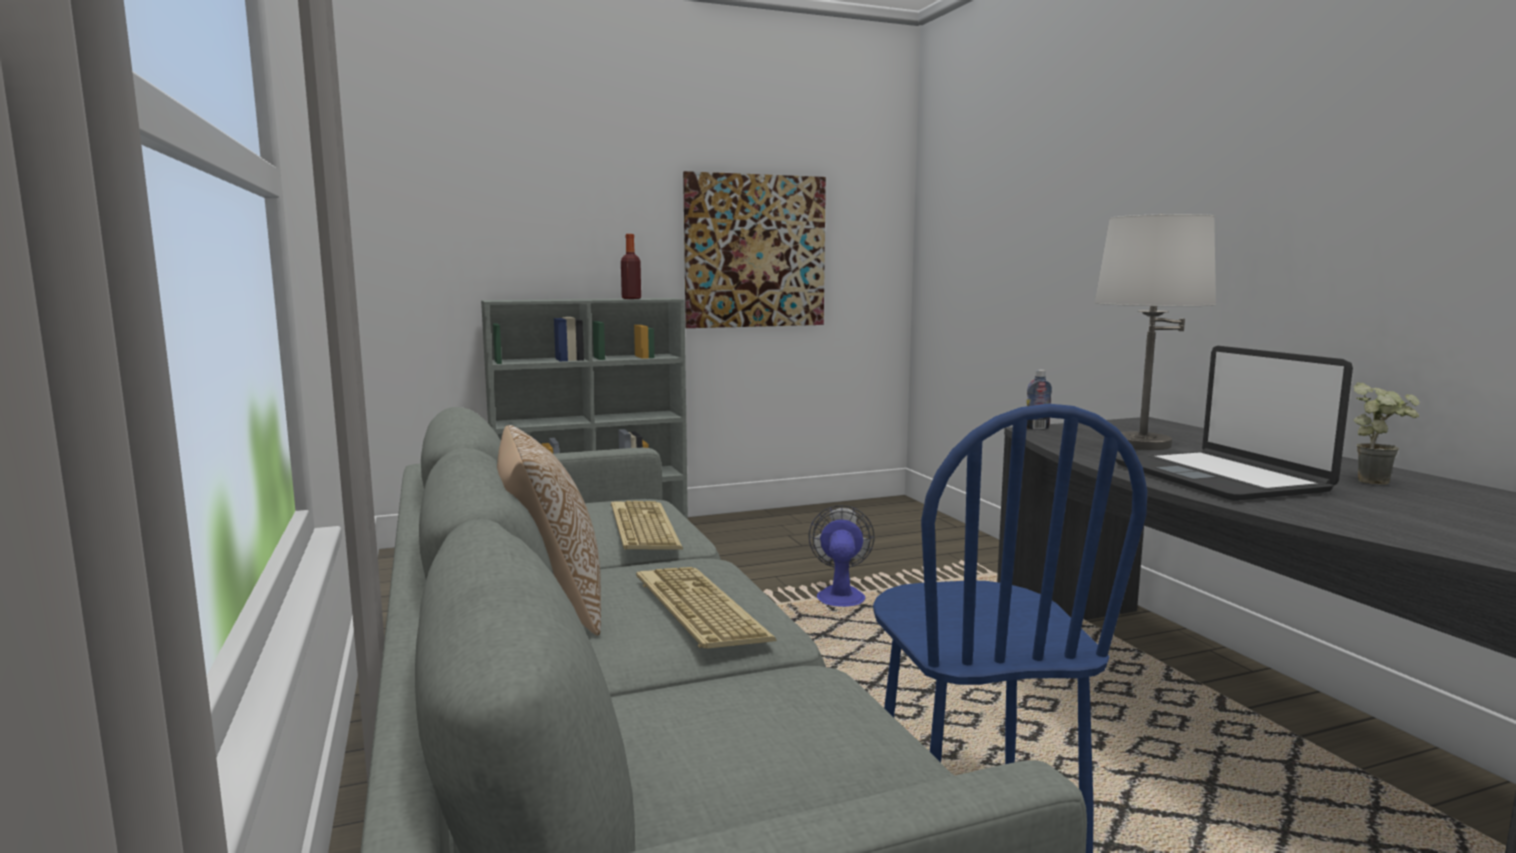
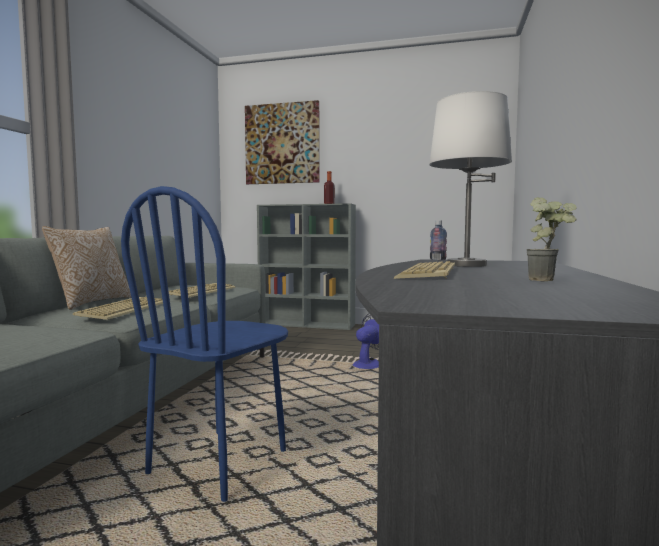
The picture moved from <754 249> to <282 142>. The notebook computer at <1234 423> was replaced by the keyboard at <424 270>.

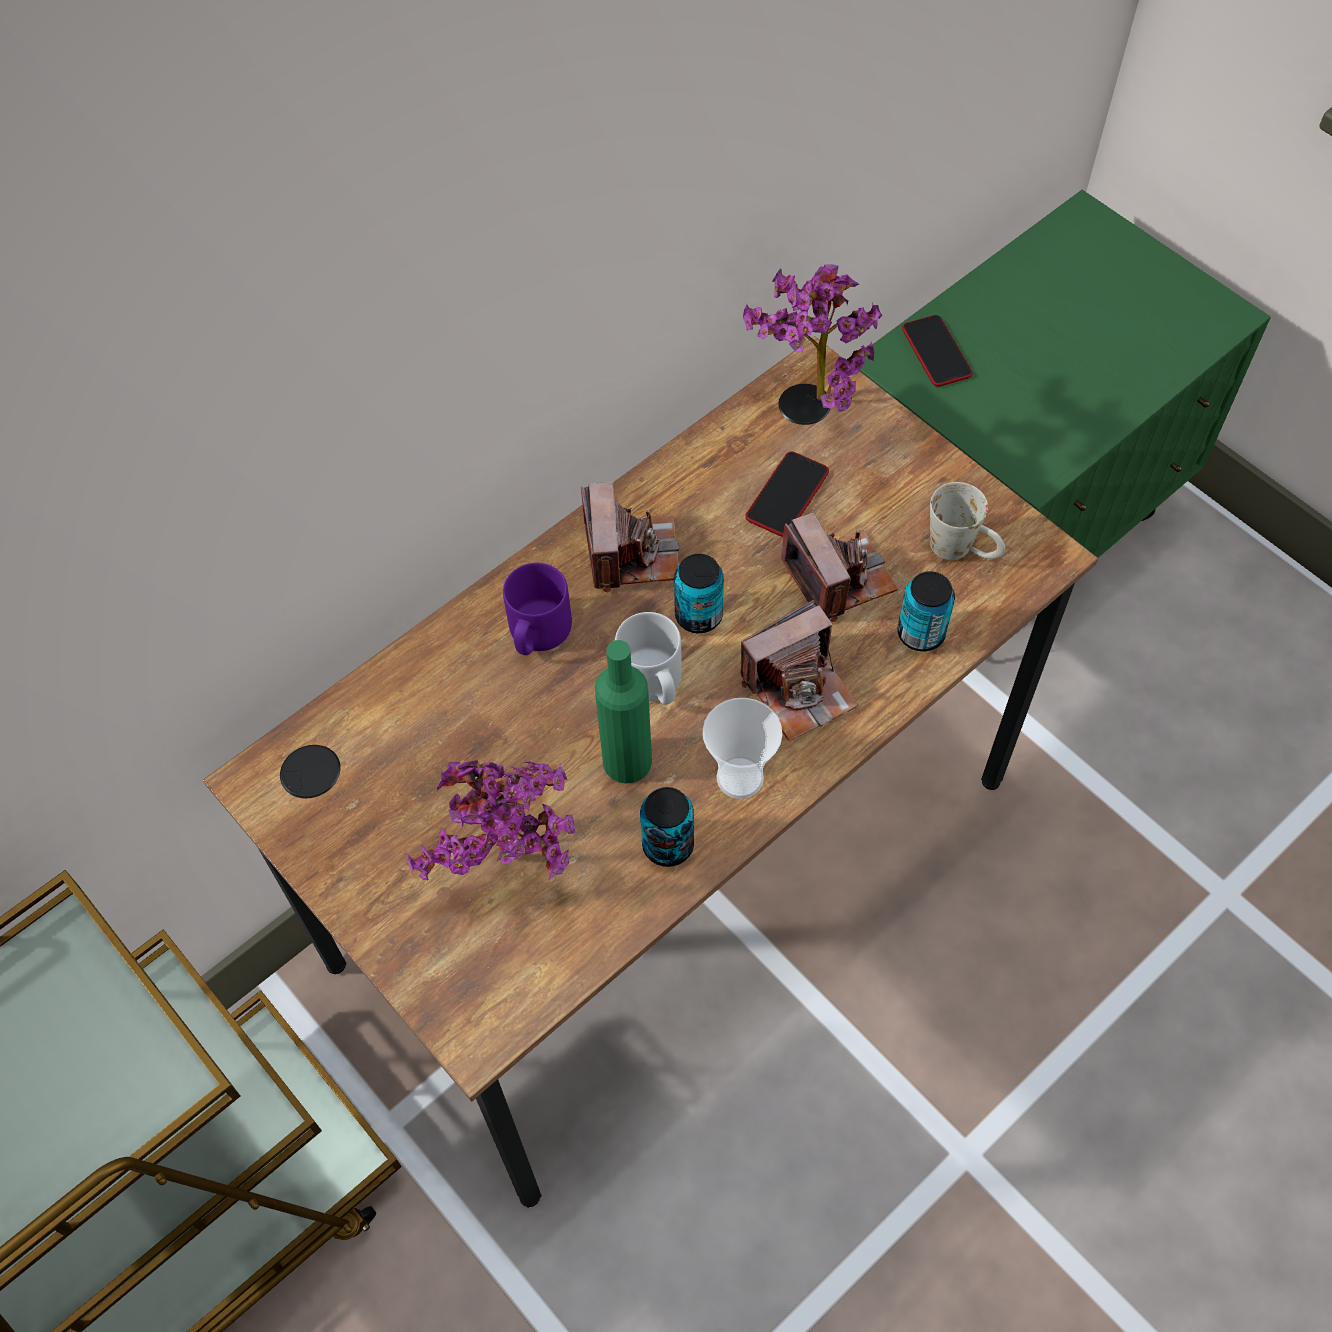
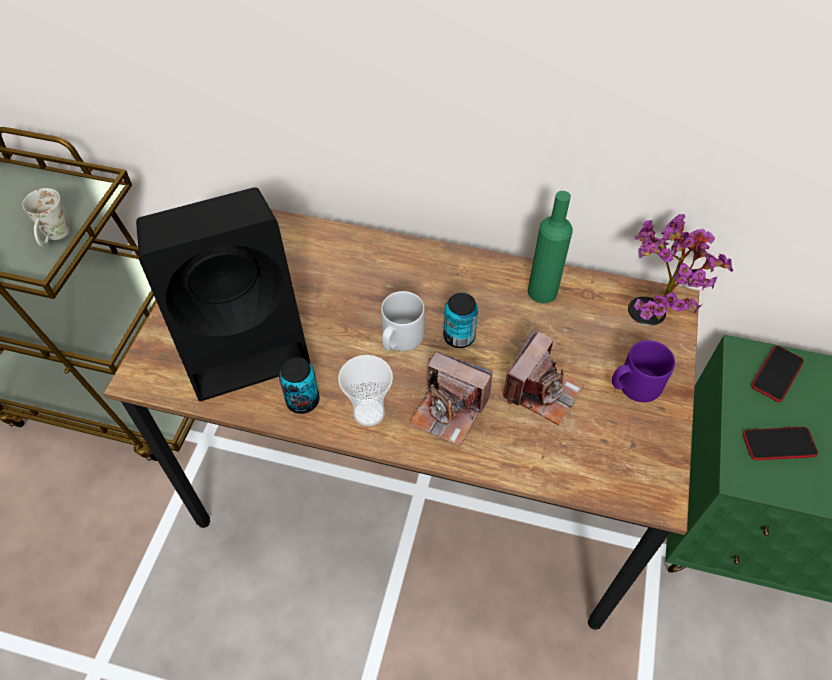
The mug (white) moved from <967 521> to <46 217>. The plant in a pot at <490 820> was replaced by the speaker (blackish) at <223 294>. The bottle (green-coloured) moved from <623 712> to <550 247>. The mug (purple-coloured) moved from <537 609> to <643 371>. The handset moved from <787 494> to <780 443>. The still camera at <630 537> disappeared. The can at <926 611> disappeared.

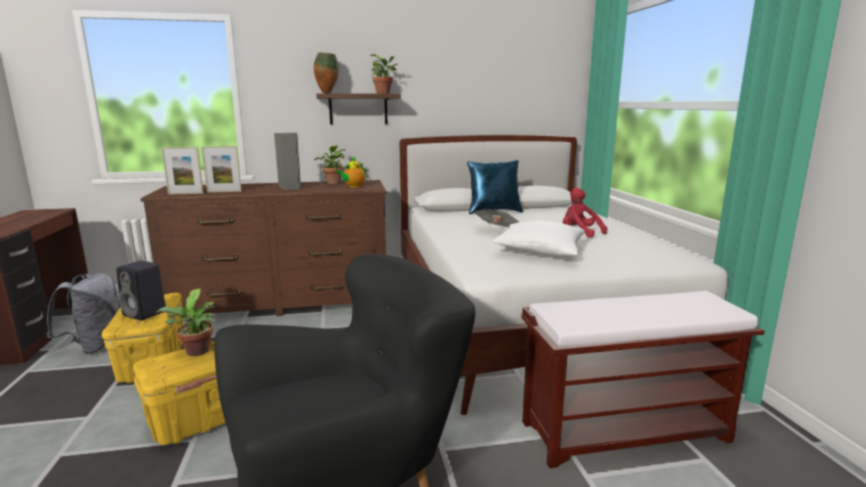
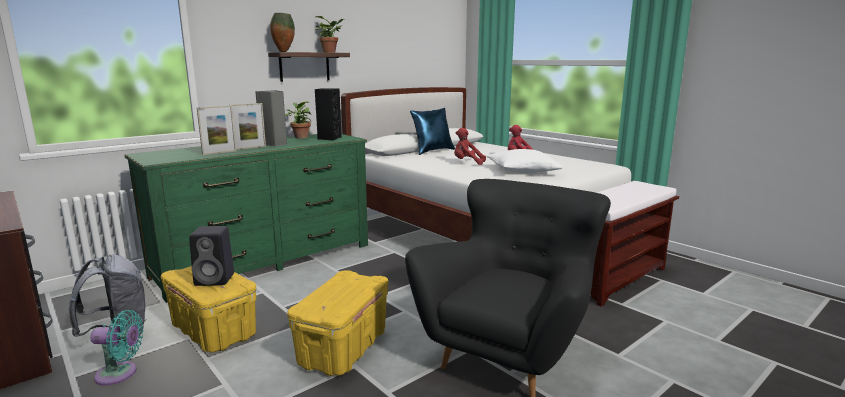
The cooling fan (turquoise-coloured) at <117 348> appeared. The dresser (brown) at <263 248> became the dresser (green-coloured) at <246 218>. The picture frame moved from <182 171> to <248 126>. The pot for tea at <350 172> was replaced by the speaker (blackish) at <328 114>. The daily paper at <496 218> was replaced by the cuddly toy (red) at <470 146>. The plant in a pot at <186 322> disappeared.

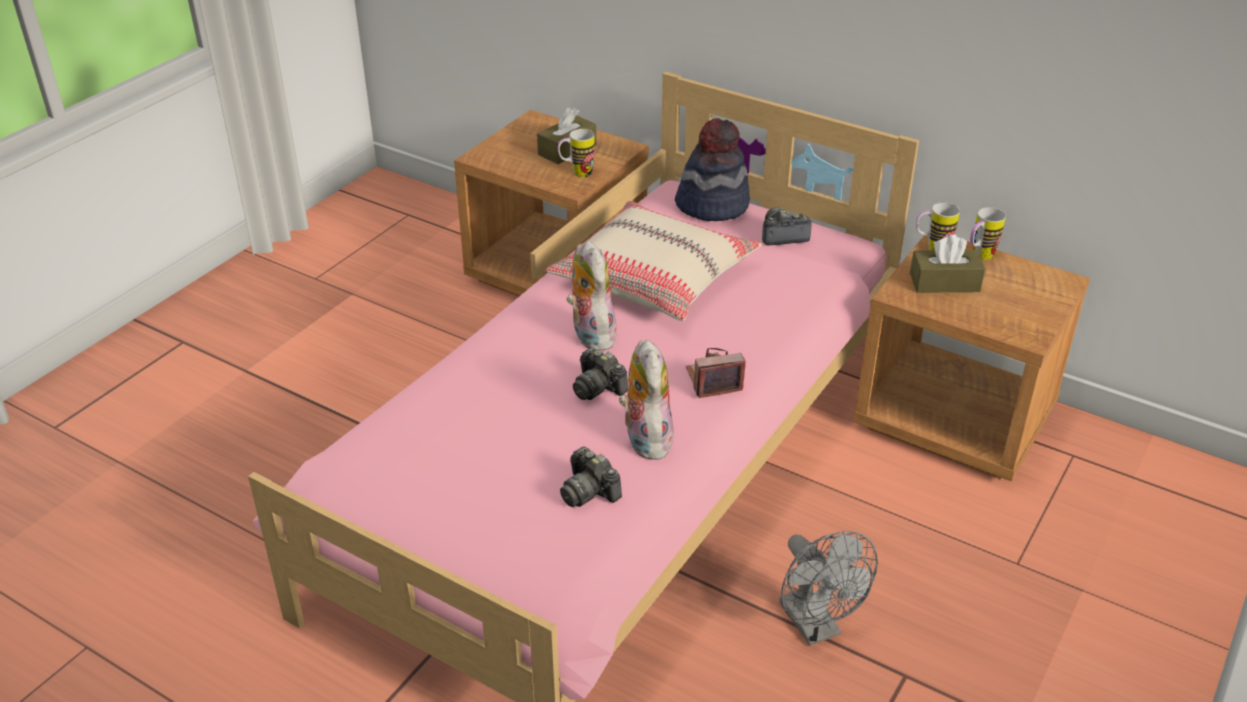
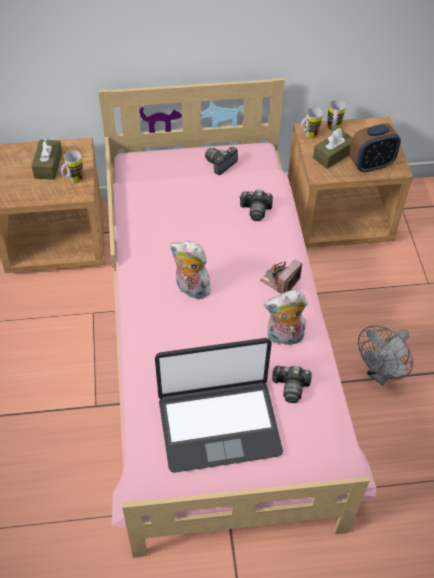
The notebook computer at <219 405> appeared. The still camera moved from <600 373> to <256 205>. The cuddly toy at <647 400> turned 45 degrees counterclockwise. The bedside clock at <375 148> appeared. The cooling fan (greyish) at <828 588> turned 105 degrees clockwise. The cushion (beige) at <654 261> disappeared. The wearable hat at <712 169> disappeared.

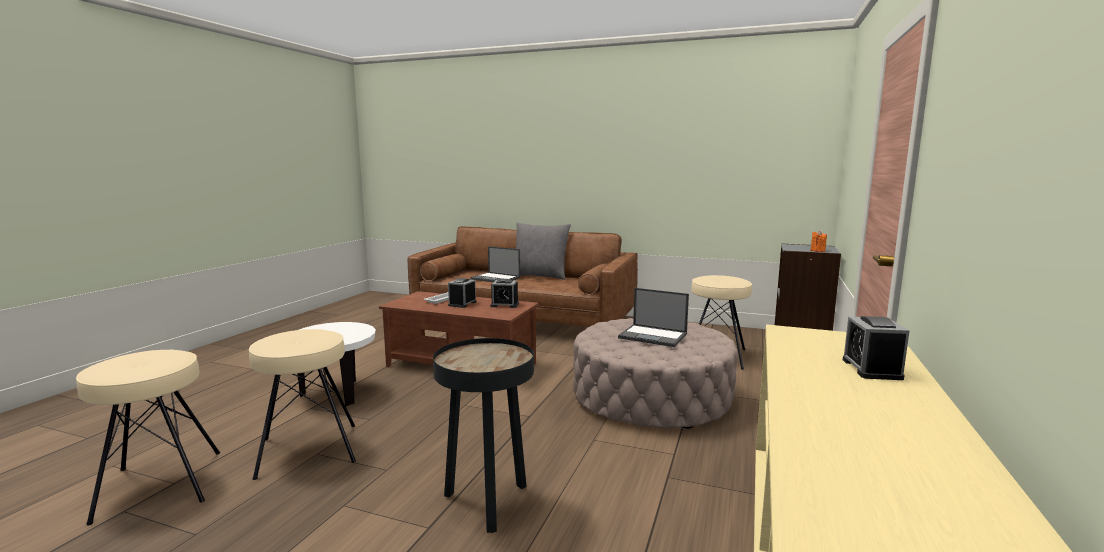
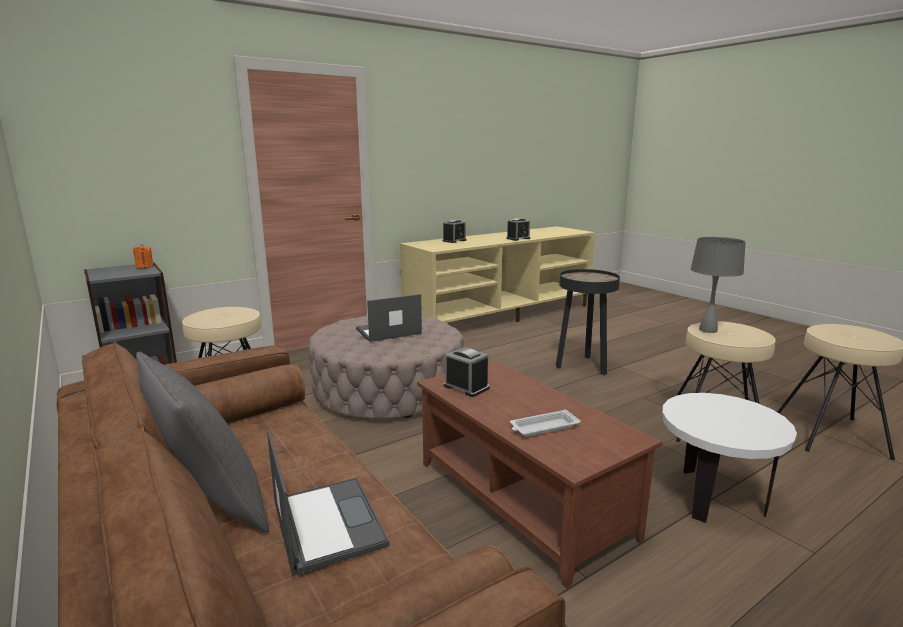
The notebook computer at <653 317> turned 90 degrees counterclockwise. The bedside clock moved from <462 293> to <518 229>. The lamp for a table (greyish) at <718 285> appeared.

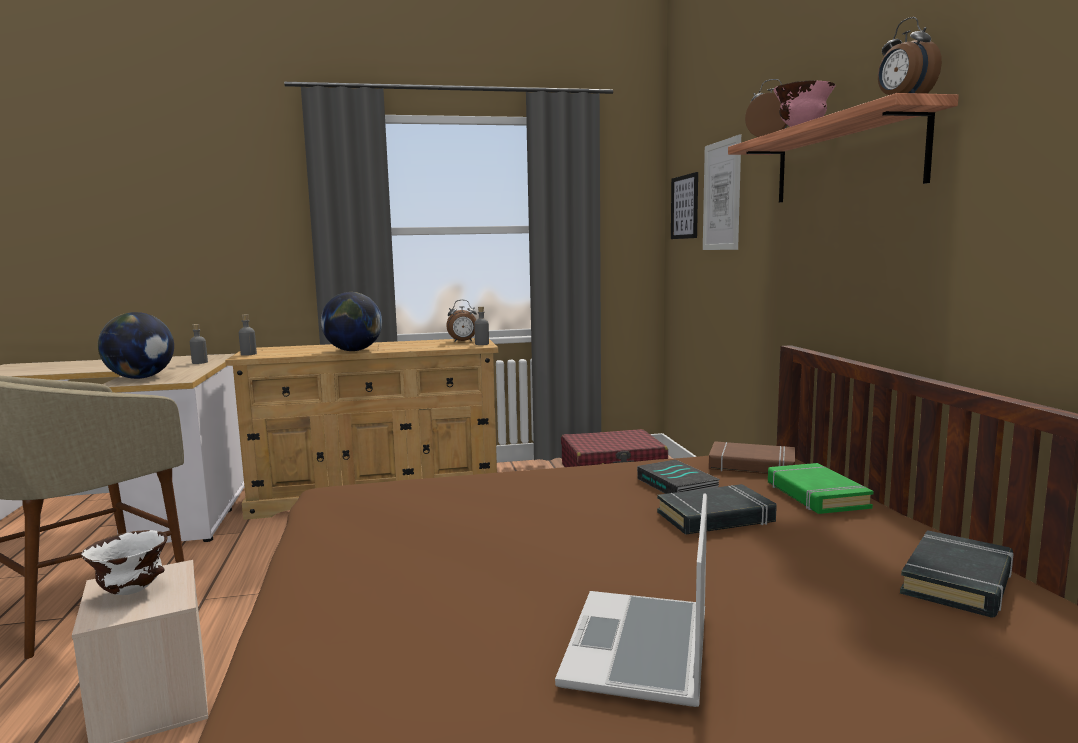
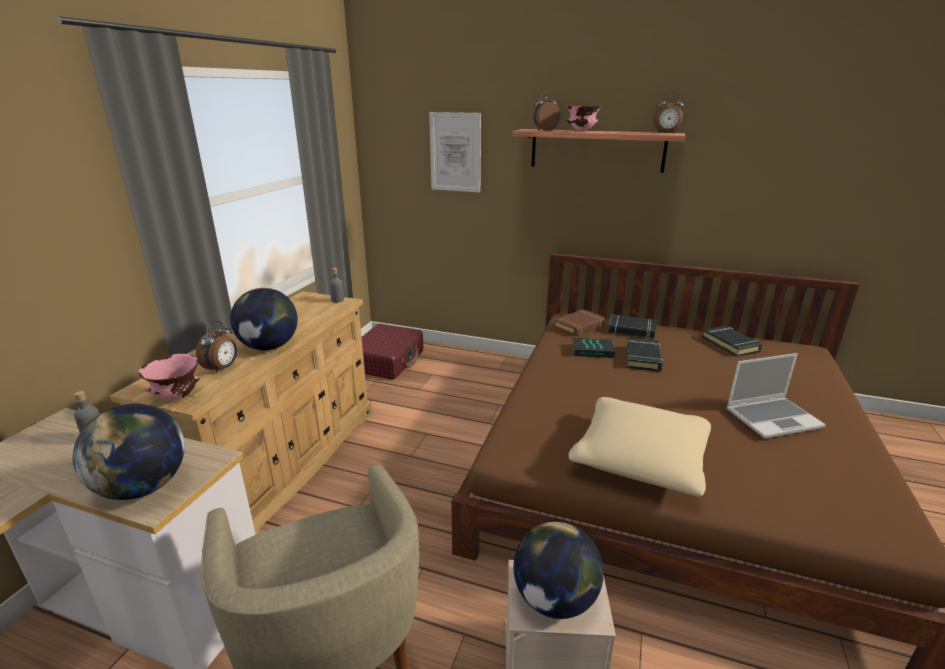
The bottle (greyish) at <248 335> was replaced by the deep dish (pink-coloured) at <169 377>. The bedside clock moved from <461 321> to <216 347>. The deep dish (white) at <124 562> was replaced by the desk globe at <559 570>. The cushion (beige) at <640 447> appeared. The book (green-coloured) at <821 488> became the book (blackish) at <632 326>. The notebook computer at <631 600> turned 60 degrees counterclockwise. The picture at <684 205> disappeared.

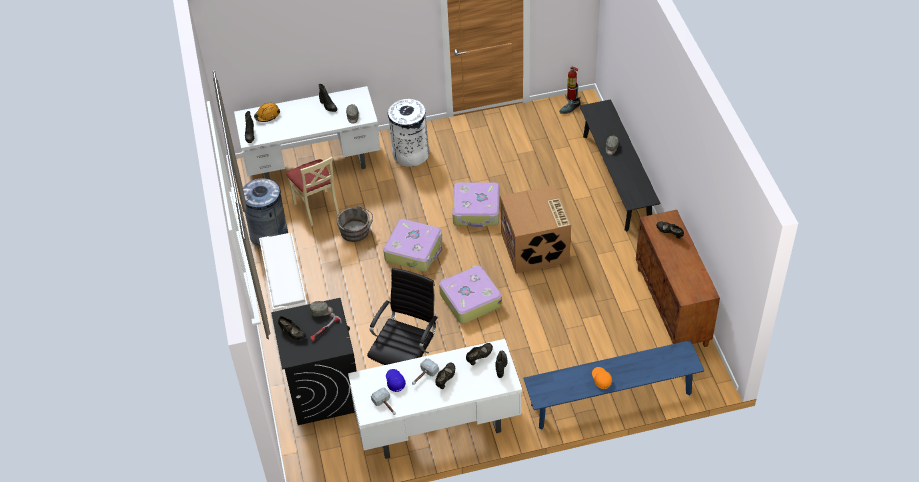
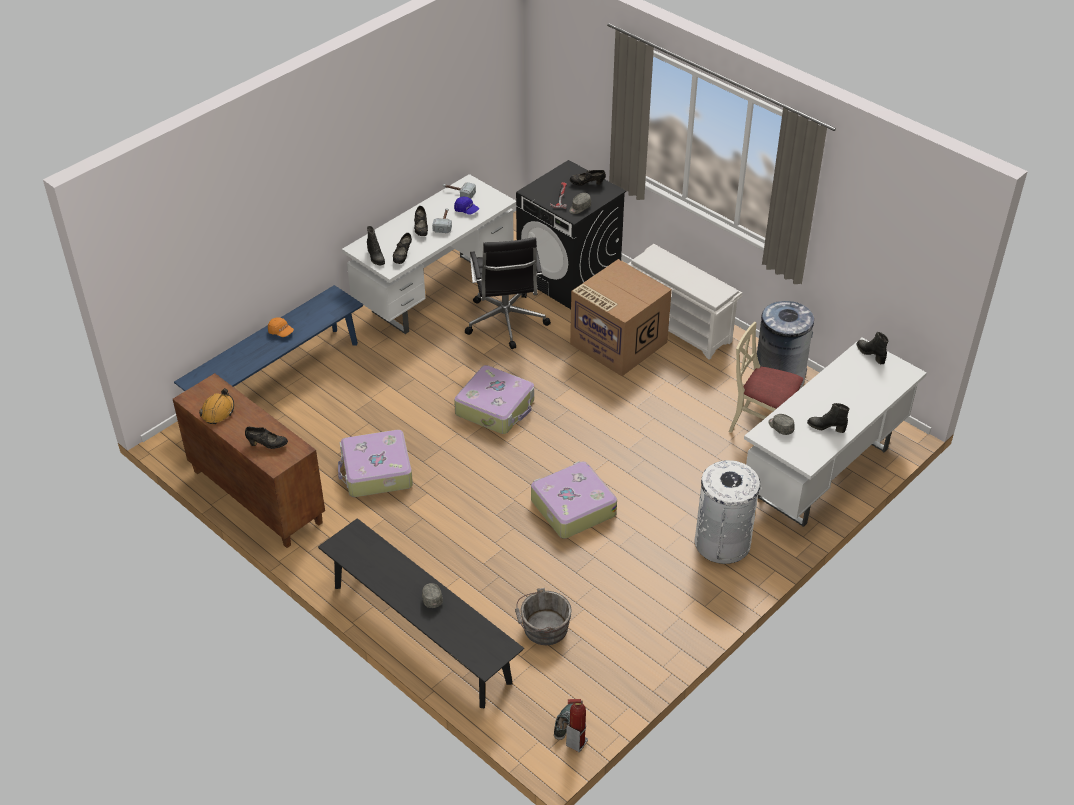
The safety helmet (orange) moved from <267 112> to <216 406>. The suitcase moved from <412 245> to <375 463>. The bucket (greyish) moved from <355 223> to <543 616>. The cardboard box moved from <535 229> to <621 317>.

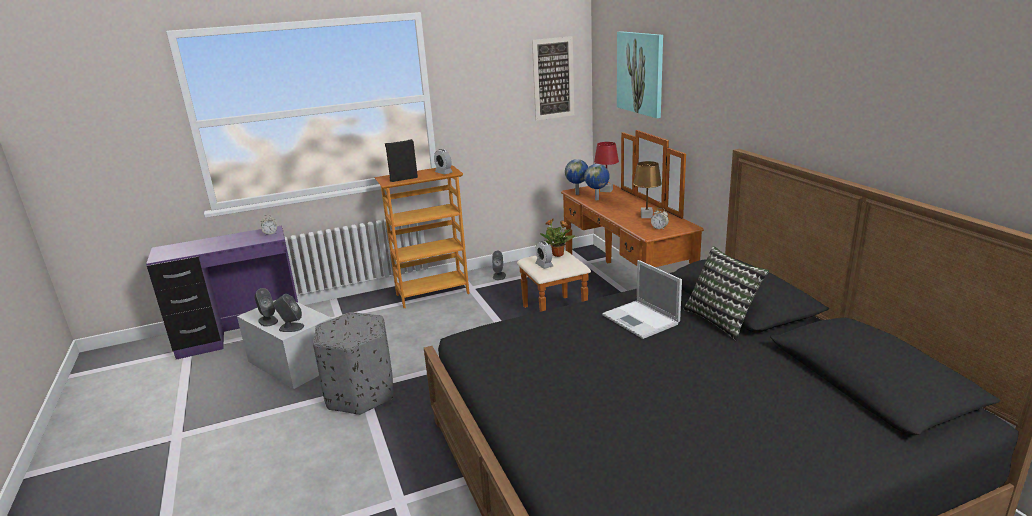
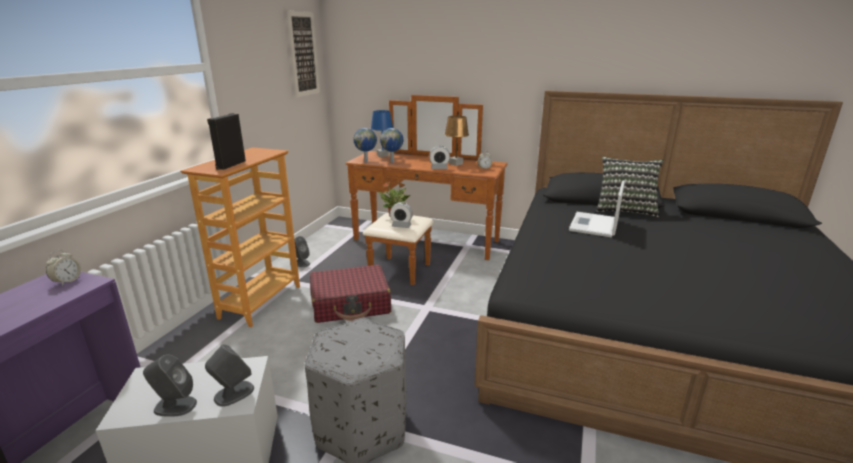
The suitcase (red) at <350 294> appeared. The lamp for a table (red) at <606 167> became the lamp for a table (blue) at <382 133>. The bedside clock moved from <443 161> to <439 157>. The notebook computer at <642 299> turned 105 degrees clockwise. The picture at <640 74> disappeared.

